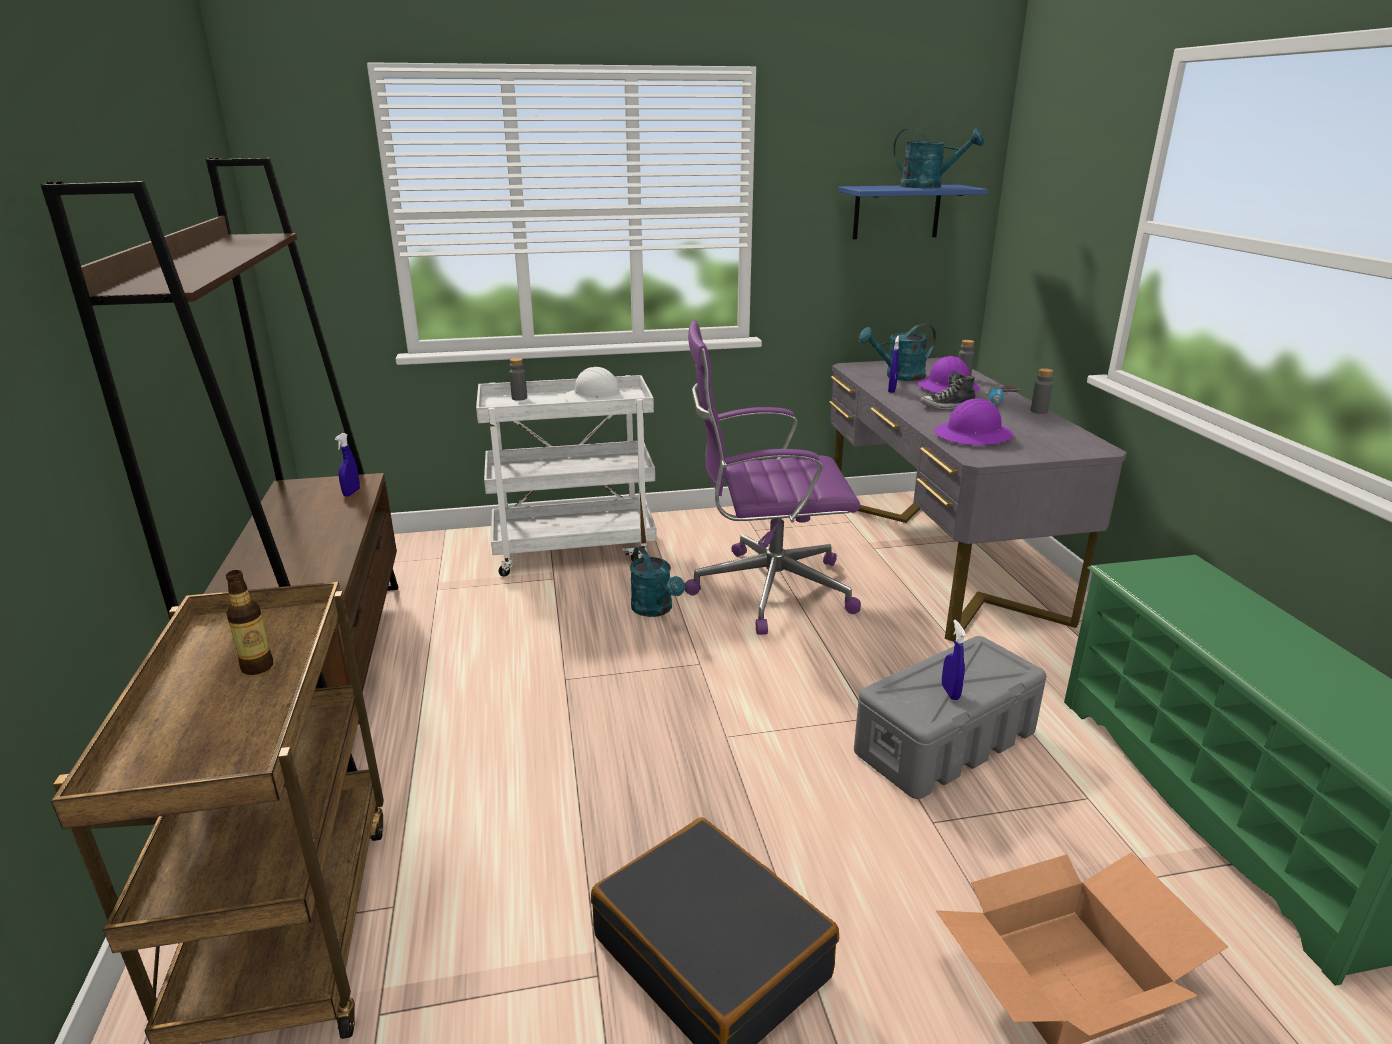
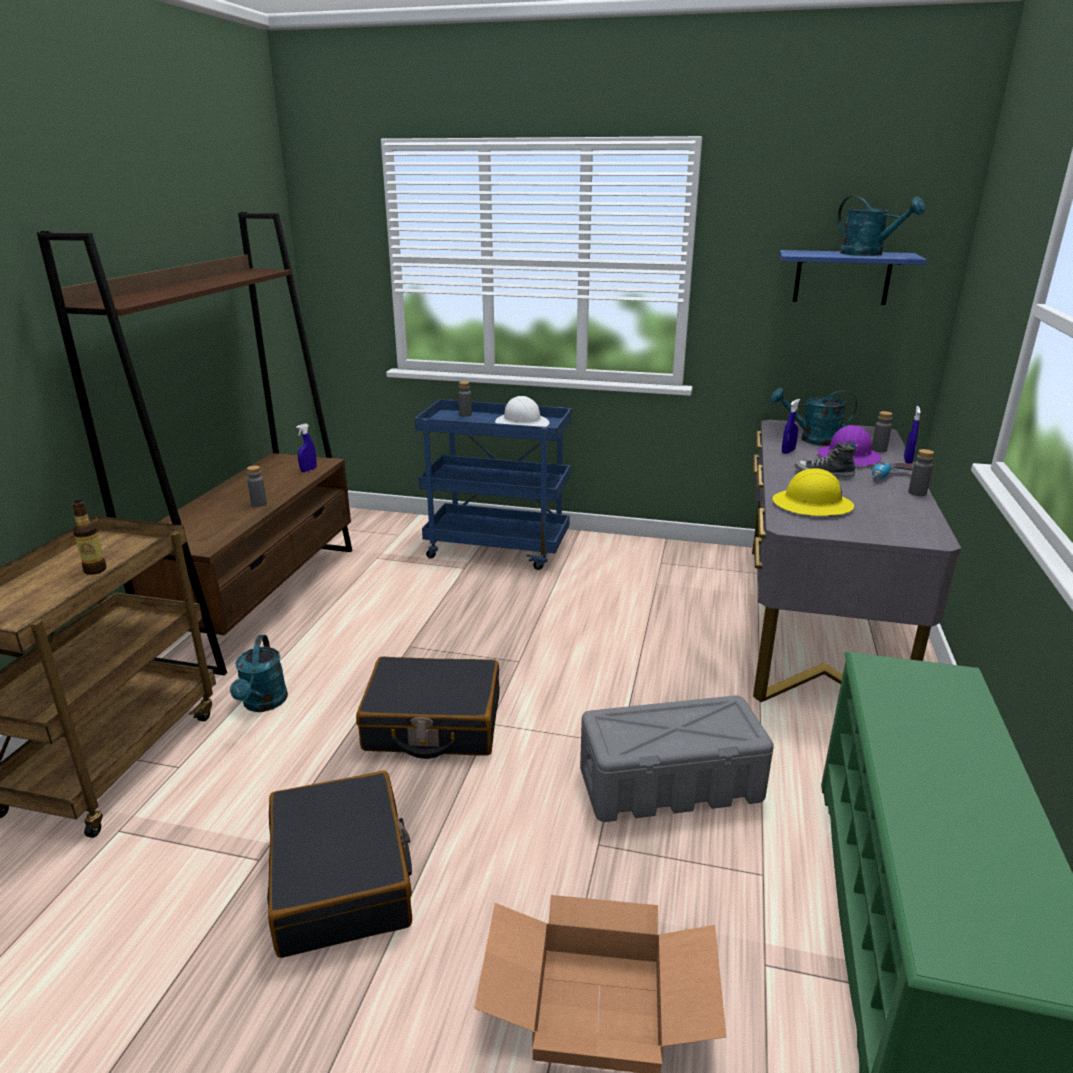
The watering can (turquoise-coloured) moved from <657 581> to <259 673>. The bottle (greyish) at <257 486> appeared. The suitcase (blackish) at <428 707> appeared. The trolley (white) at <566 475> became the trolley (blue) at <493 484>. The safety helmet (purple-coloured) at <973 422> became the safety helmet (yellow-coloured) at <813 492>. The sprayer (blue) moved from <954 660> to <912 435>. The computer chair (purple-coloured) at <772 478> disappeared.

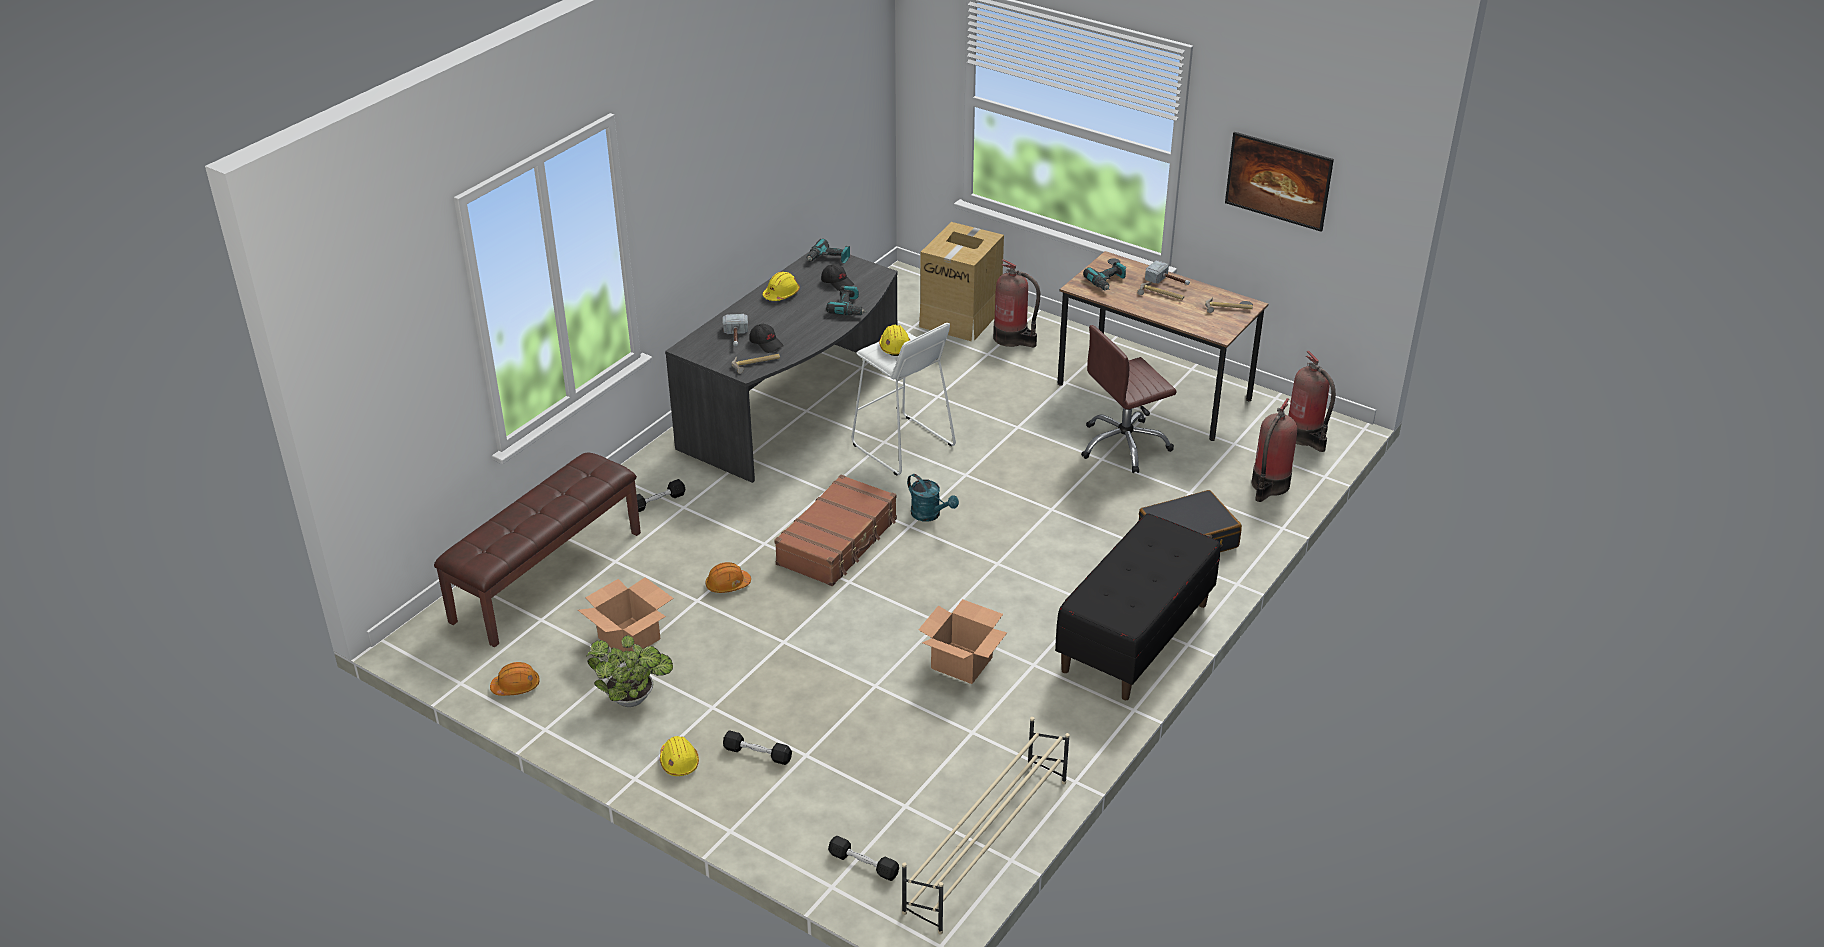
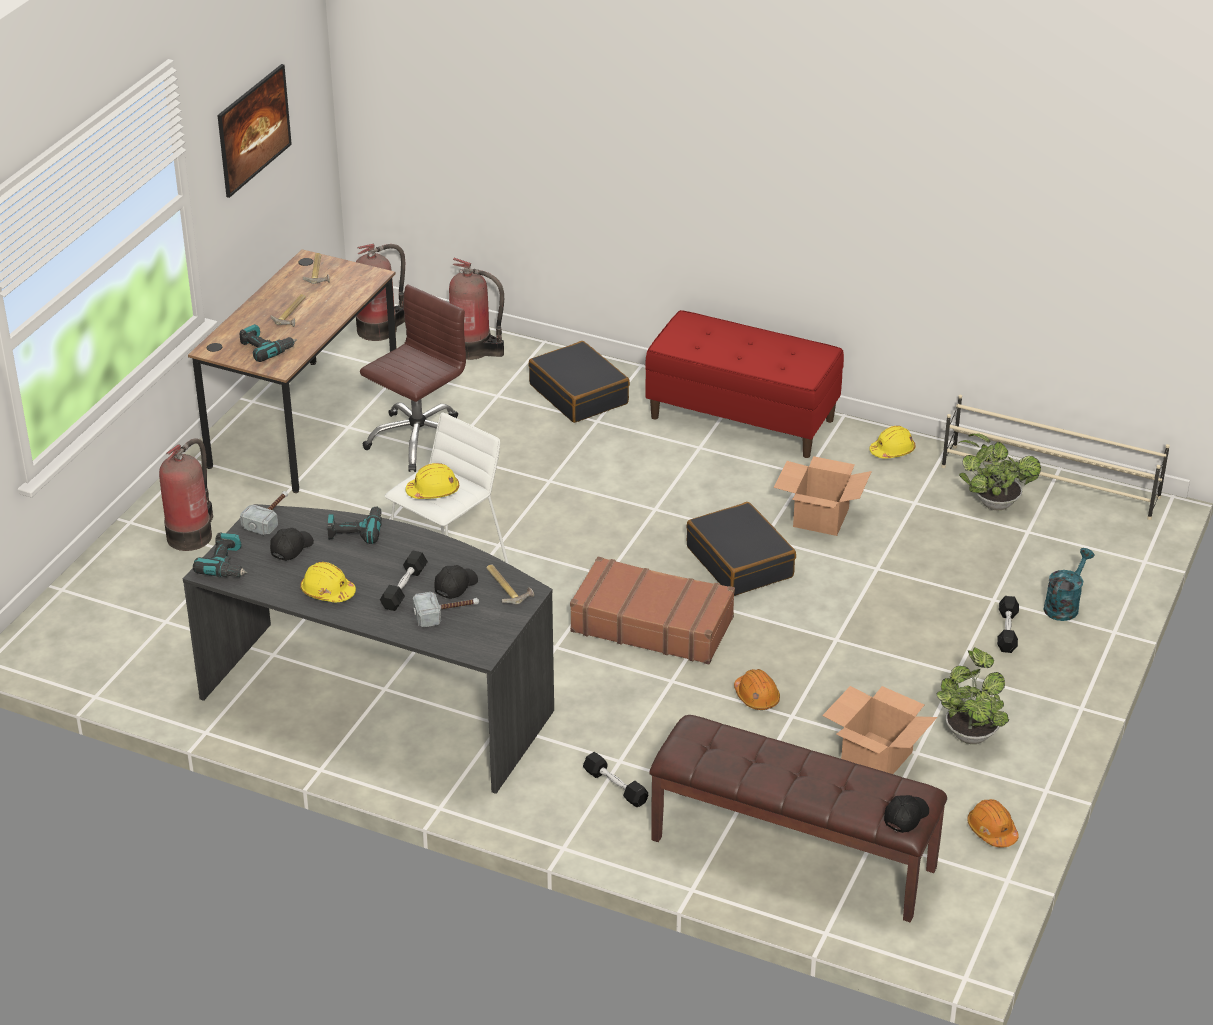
The hammer moved from <1167 273> to <264 513>. The computer chair (brown) at <1129 399> turned 105 degrees counterclockwise. The hand weight (blackish) moved from <863 858> to <404 580>. The indoor bench (blackish) at <1137 606> became the indoor bench (red) at <744 384>. The suitcase (blackish) at <741 549> appeared. The safety helmet (yellow-coloured) moved from <679 756> to <892 442>. The baseball cap (blackish) at <906 814> appeared. The plant in a pot at <1000 471> appeared. The watering can (turquoise-coloured) moved from <933 498> to <1069 584>. The cardboard box at <961 282> disappeared.

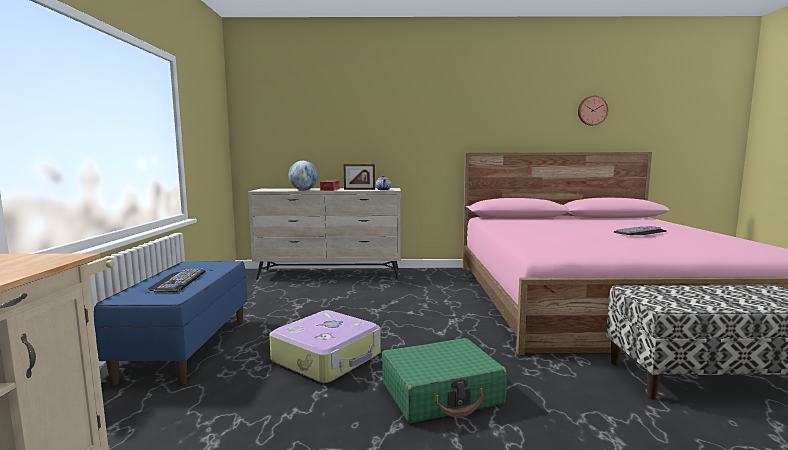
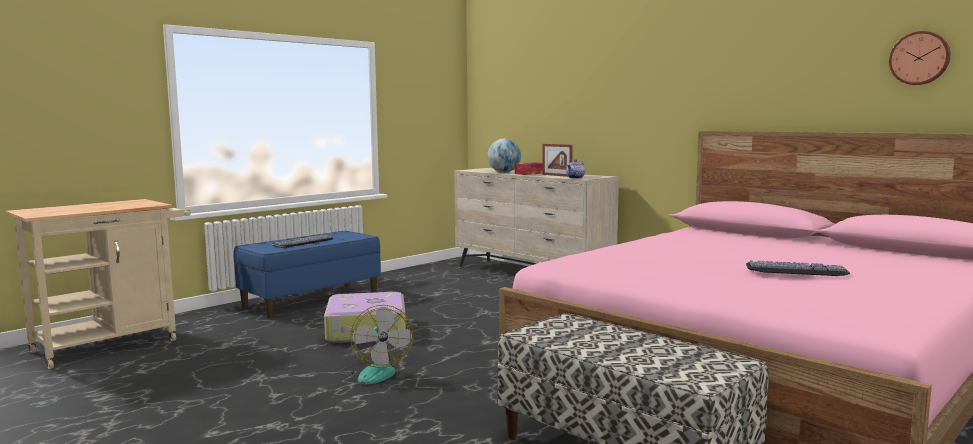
The suitcase (green-coloured) at <444 380> was replaced by the cooling fan at <375 345>.

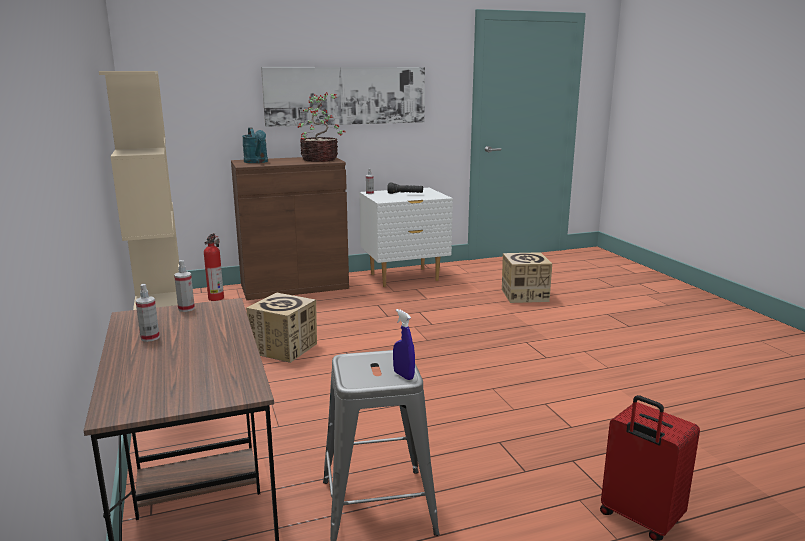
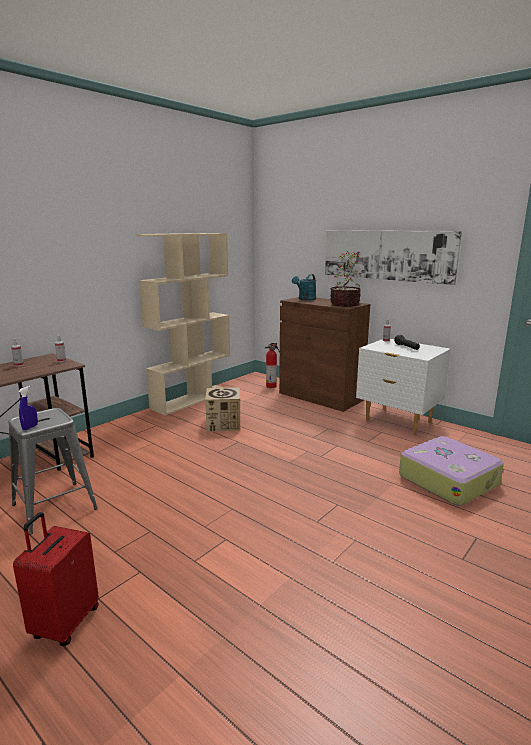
The cardboard box at <527 277> was replaced by the suitcase at <451 470>.

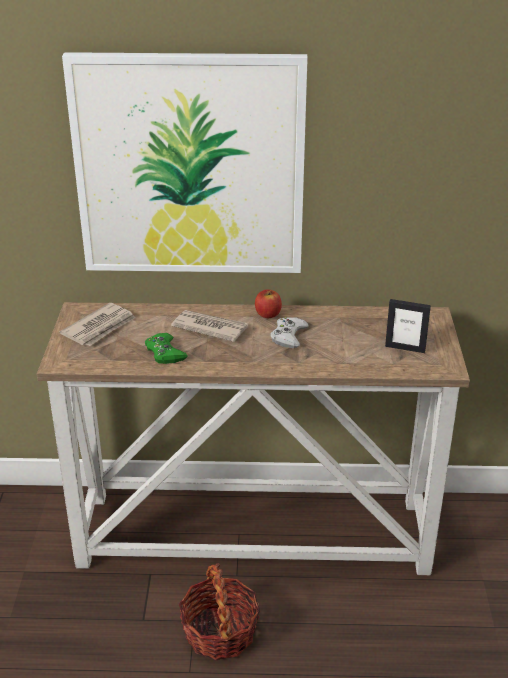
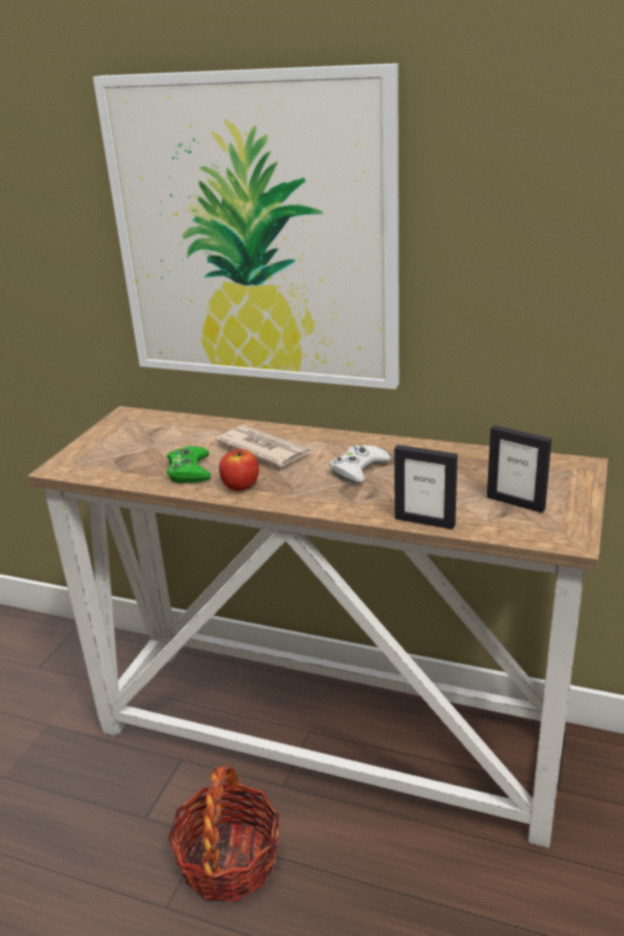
The apple moved from <268 303> to <239 470>. The picture frame at <426 487> appeared. The daily paper at <98 324> disappeared.

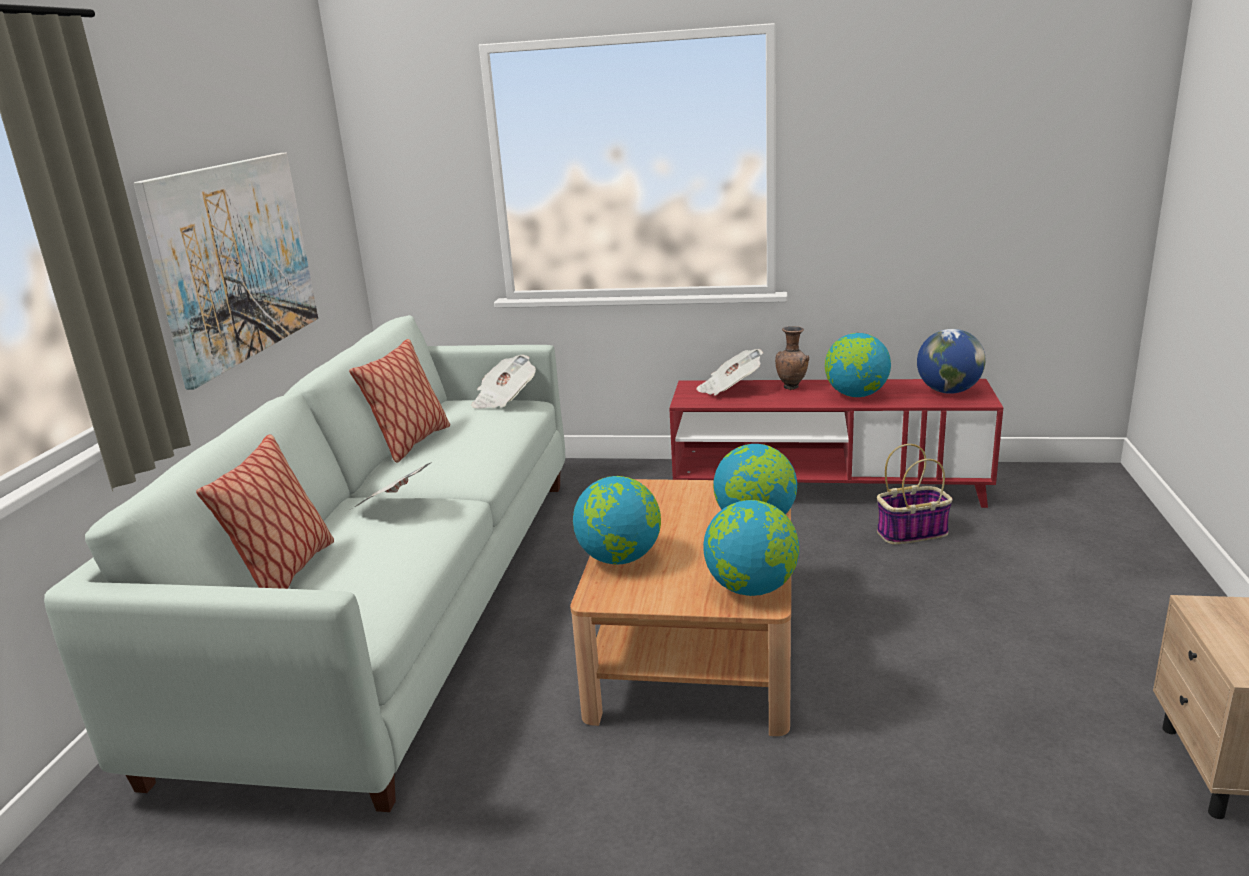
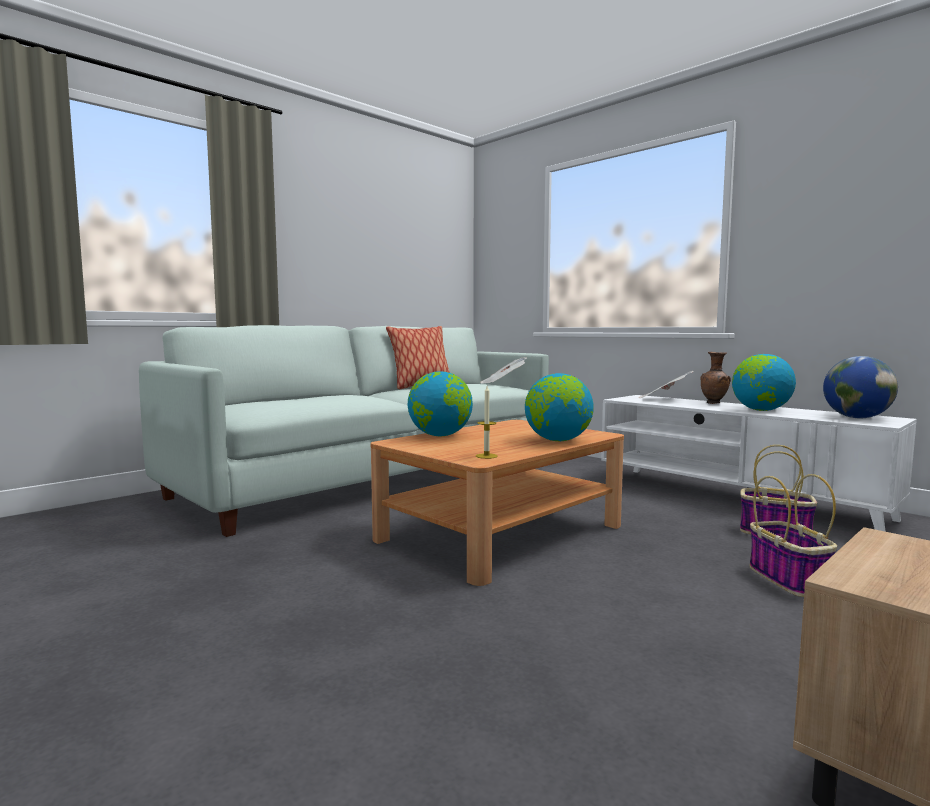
The desk globe at <751 548> was replaced by the wax candle at <487 422>. The media console (red) at <836 443> became the media console (white) at <759 463>. The storage basket at <793 535> appeared. The picture at <226 271> disappeared. The cushion at <265 511> disappeared. The daily paper at <393 484> disappeared.

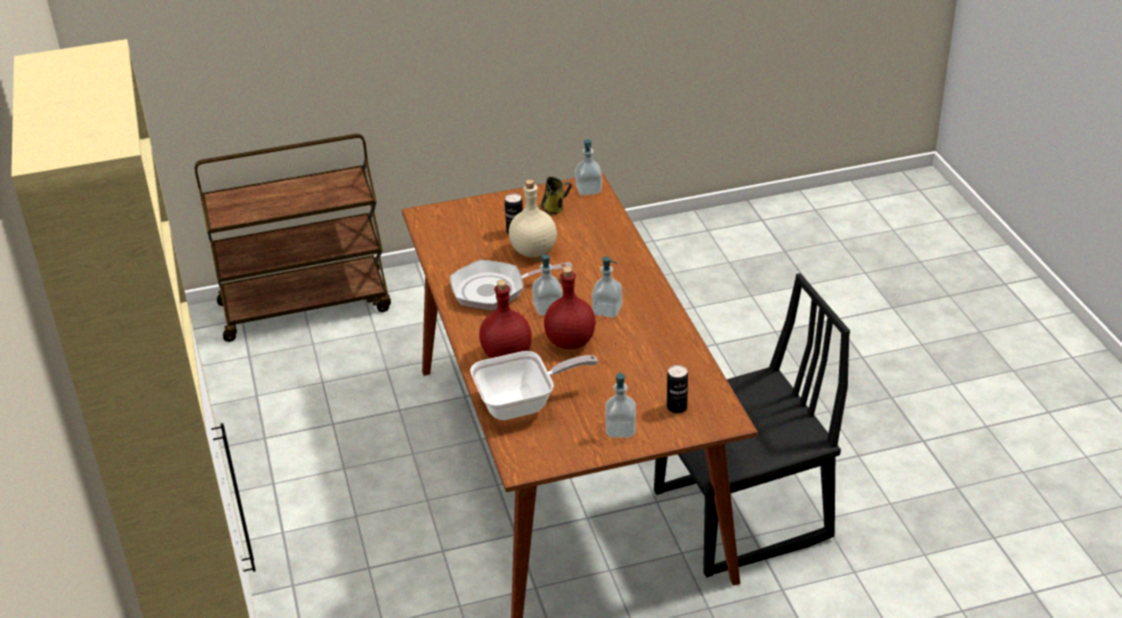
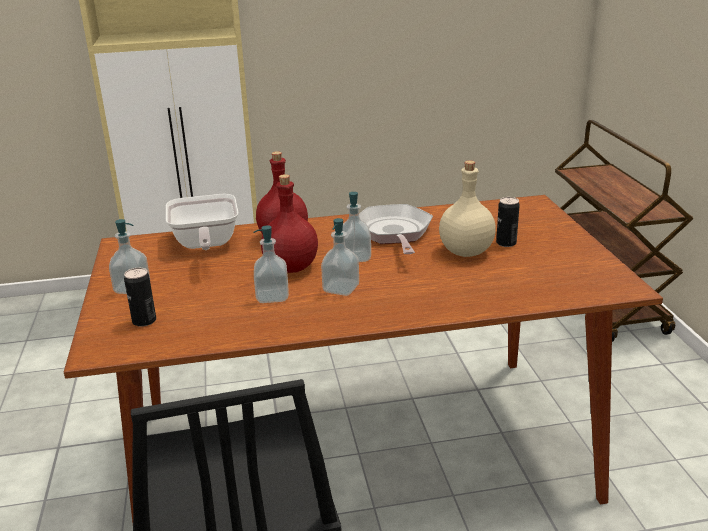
The soap dispenser moved from <588 168> to <271 264>. The mug at <556 195> disappeared.

